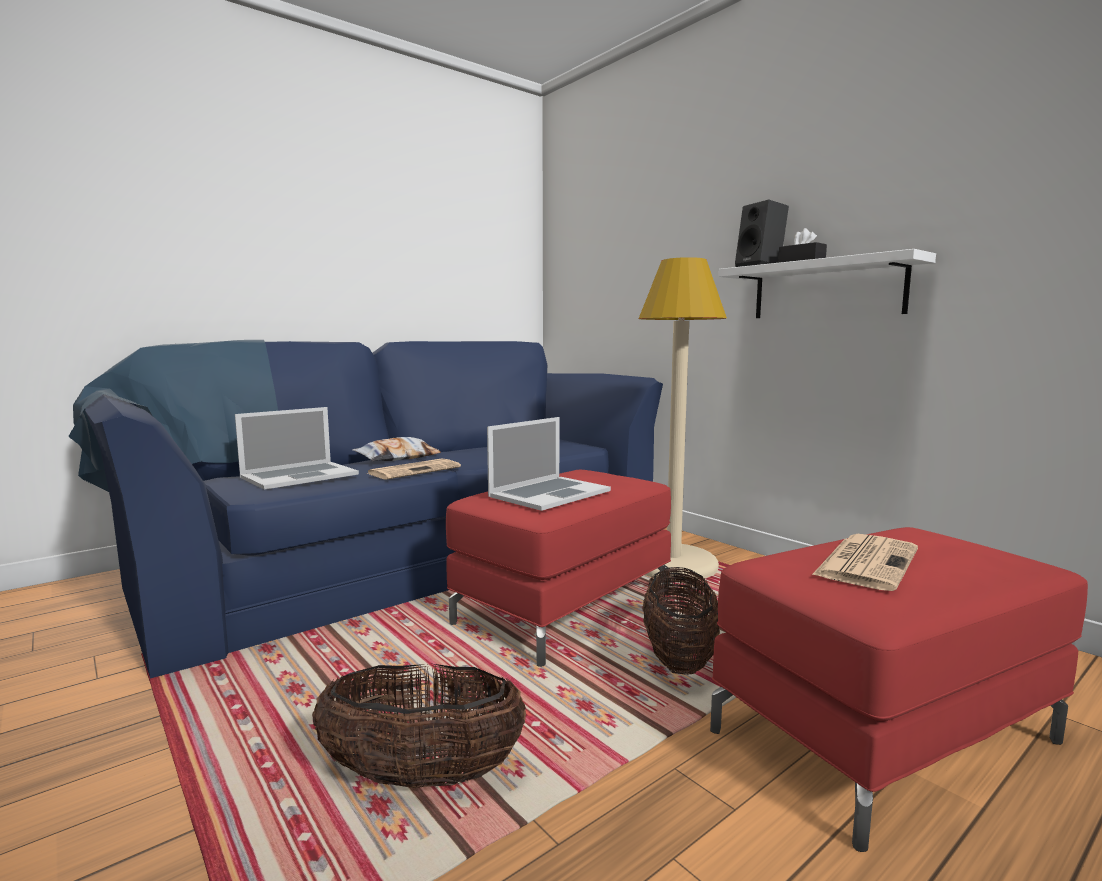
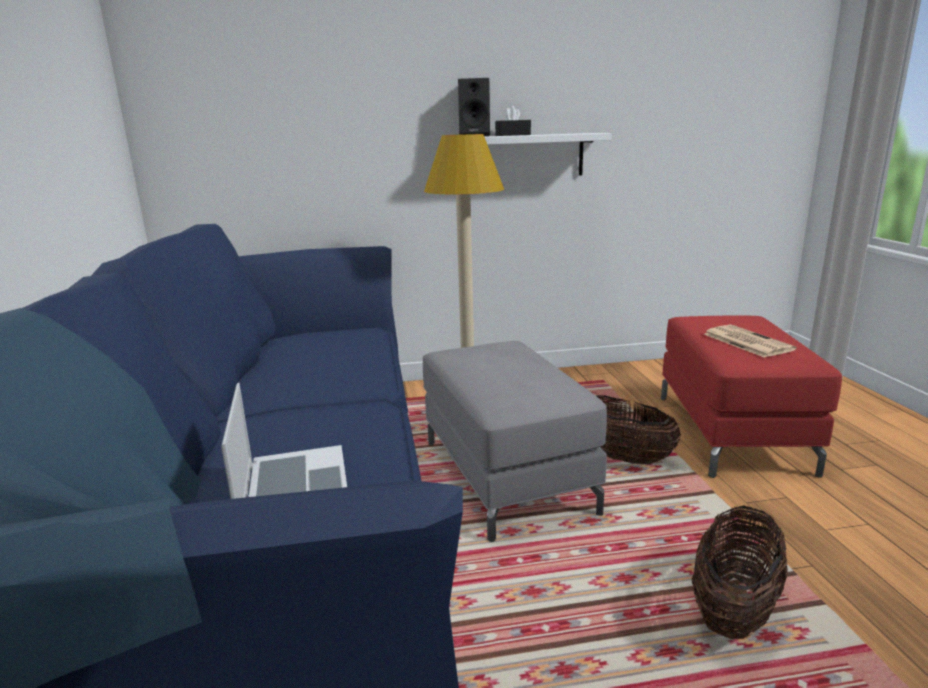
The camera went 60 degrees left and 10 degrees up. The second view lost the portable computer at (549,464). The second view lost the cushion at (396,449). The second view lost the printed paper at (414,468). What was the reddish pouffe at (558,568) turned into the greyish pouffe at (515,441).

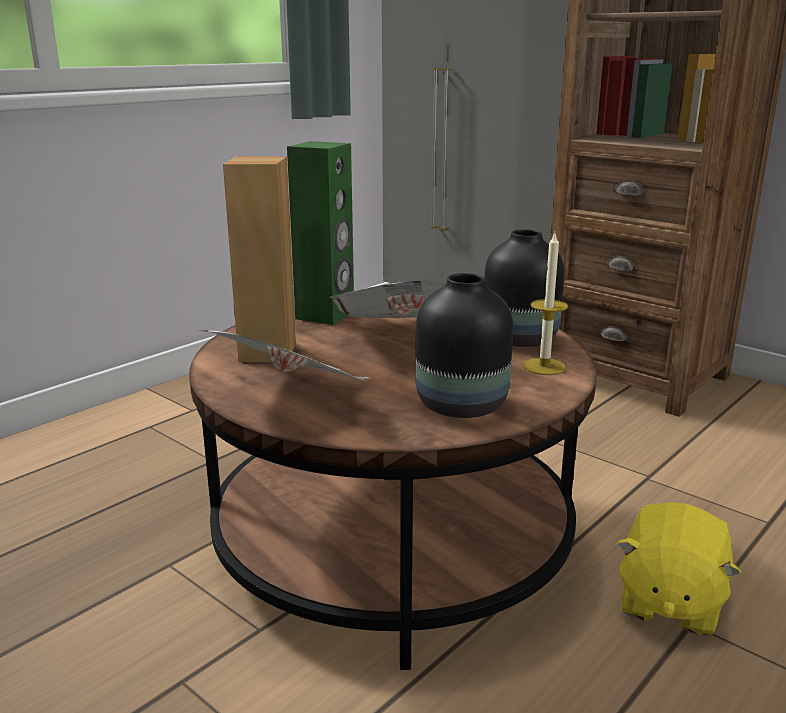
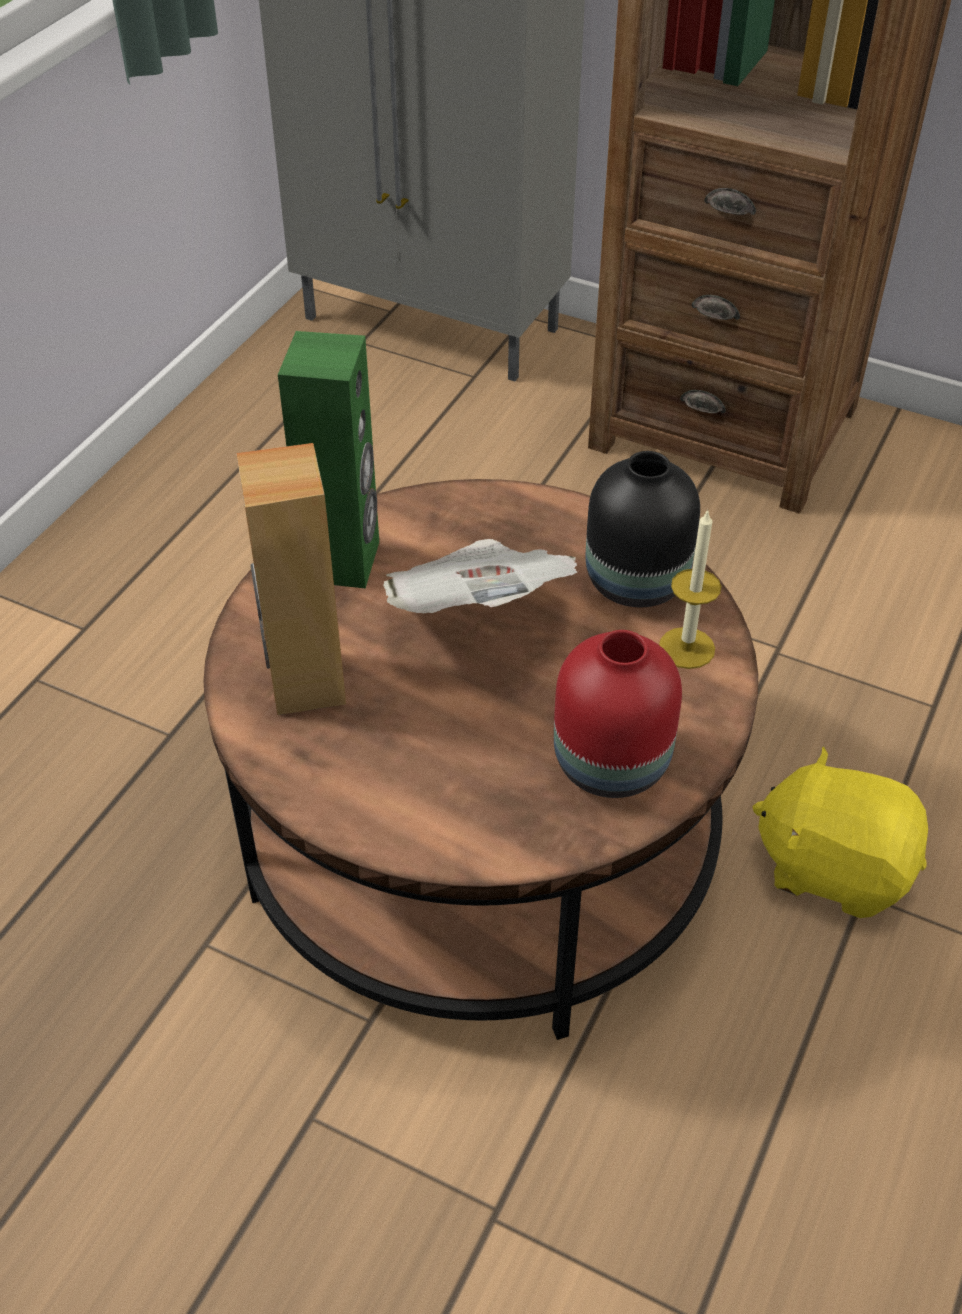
The camera went 15 degrees left and 25 degrees up. What was the black vase at (464,345) turned into the reddish vase at (618,714). The second view lost the printed paper at (286,355). The yellowish plush toy at (678,569) ended up facing another way, 105 degrees clockwise from before.

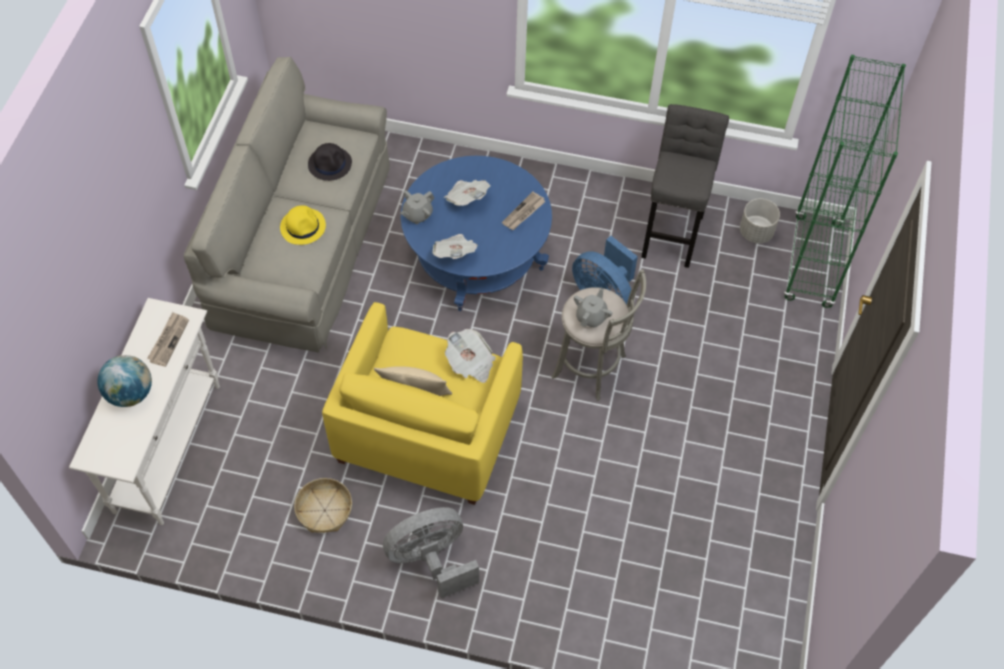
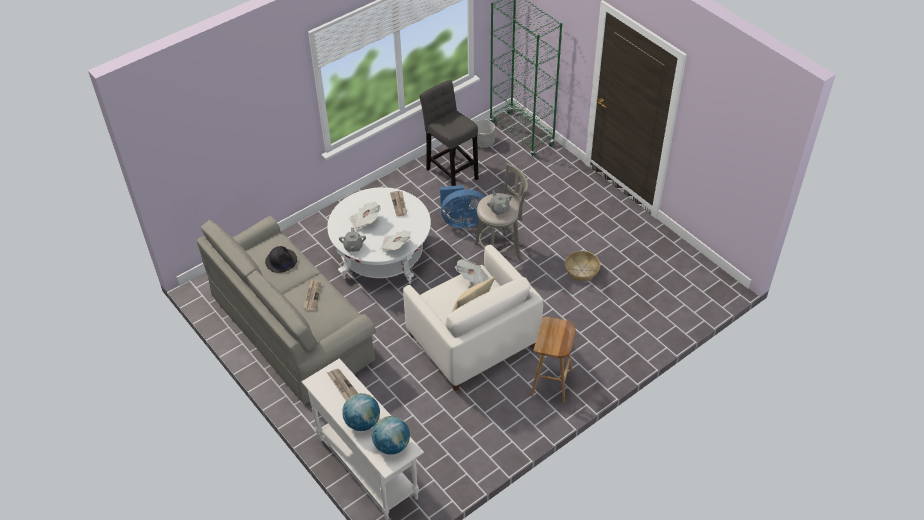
The camera went 50 degrees left and 10 degrees down. What was the blue lounge table at (476,233) turned into the whitish lounge table at (379,235). Where the yellowish clothing hat stood at (303,225), the printed paper came to stand at (312,295). What was the yellowish armchair at (422,403) turned into the whitish armchair at (473,318). The storage basket ended up elsewhere, having gone from (323,505) to (582,266). Where the greyish cooling fan stood at (431,552), the brownish stool came to stand at (553,360). The second view gained the desk globe at (391,435).

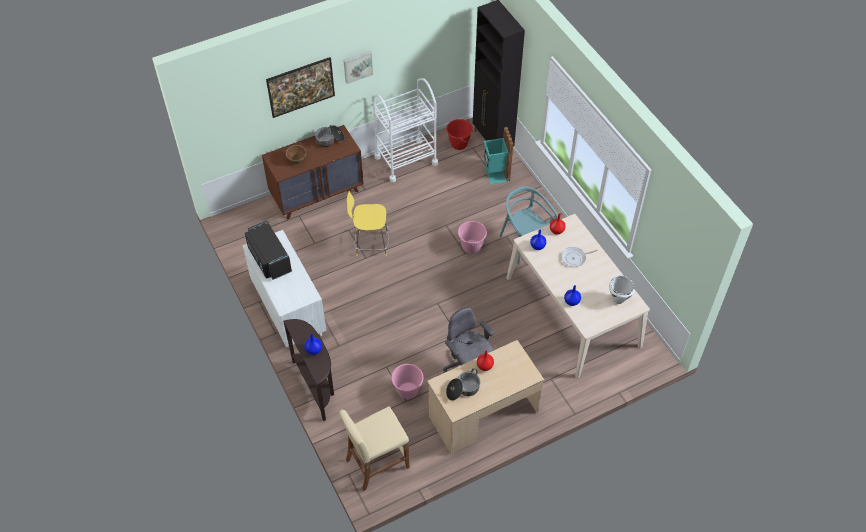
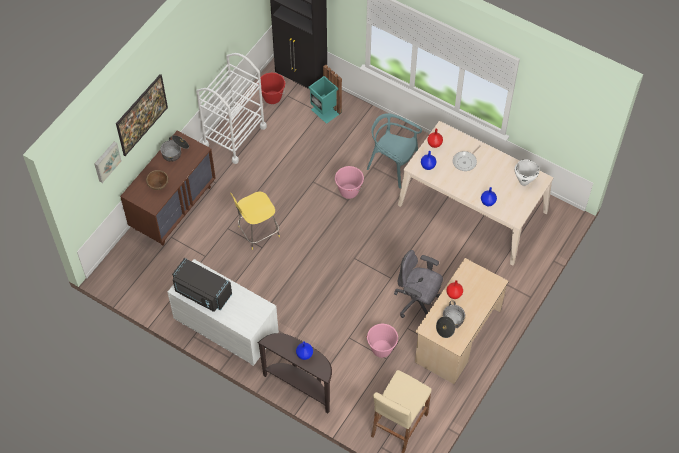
The camera went 30 degrees left and 5 degrees up. The picture ended up elsewhere, having gone from (358,67) to (108,162).

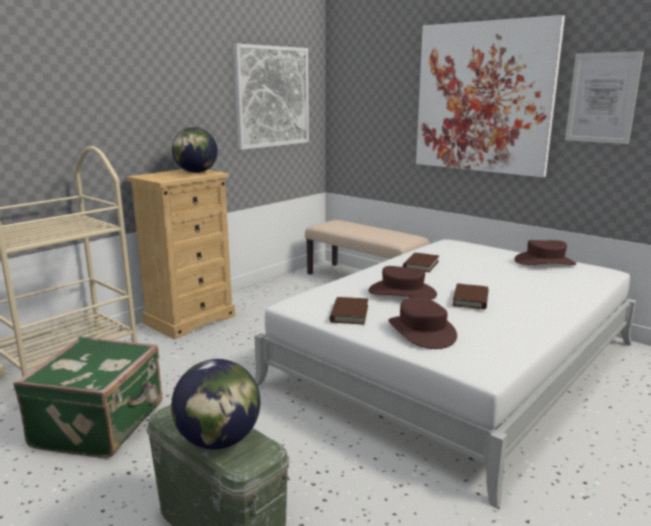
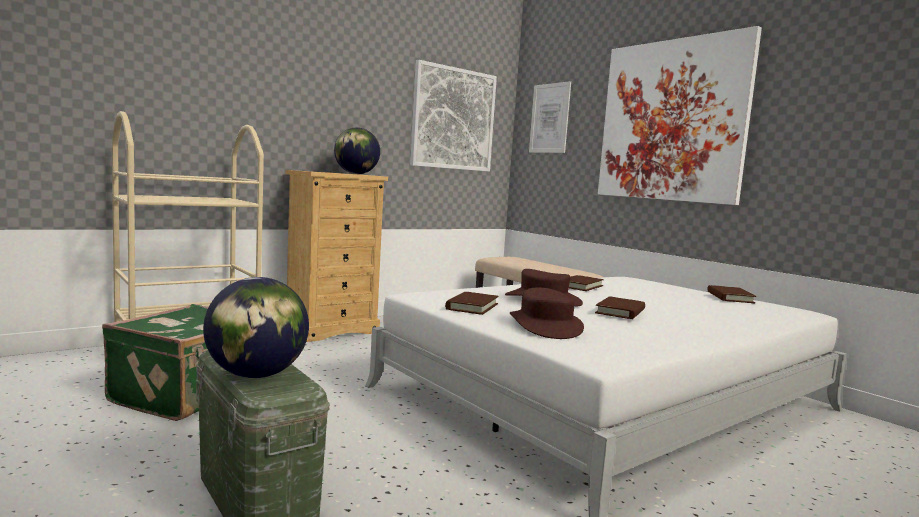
The camera went 10 degrees right and 10 degrees down. The picture ended up elsewhere, having gone from (604,97) to (550,117). Where the brownish clothing hat stood at (545,252), the brownish volume came to stand at (731,294).

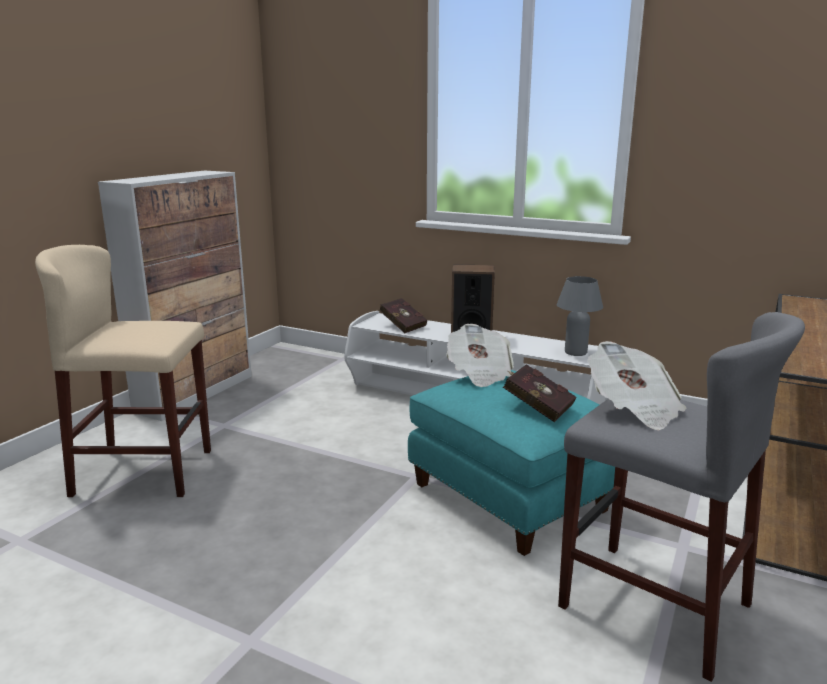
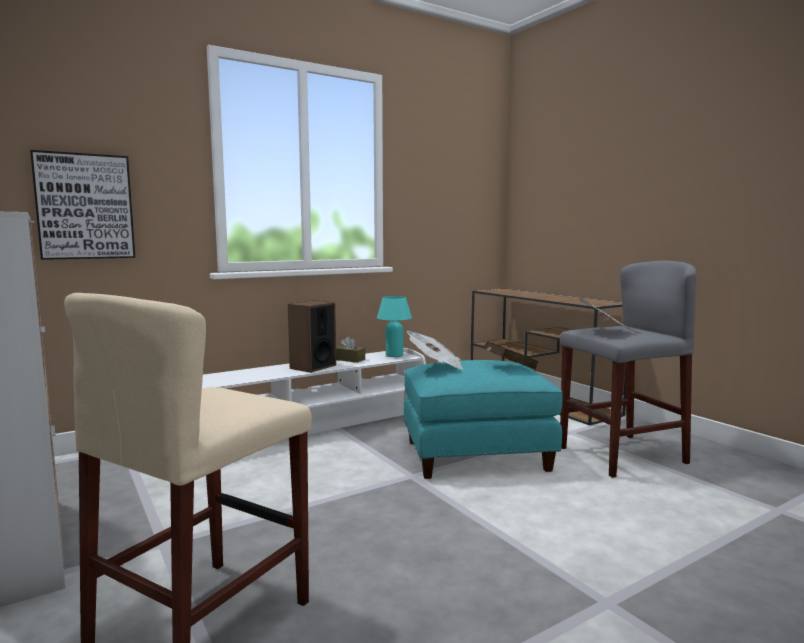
The camera went 60 degrees left and 10 degrees down. What was the greyish lamp for a table at (580,316) turned into the blue-green lamp for a table at (394,326). The second view lost the reddish volume at (403,315). The second view gained the picture at (82,205). The second view gained the brownish box of tissues at (350,349).

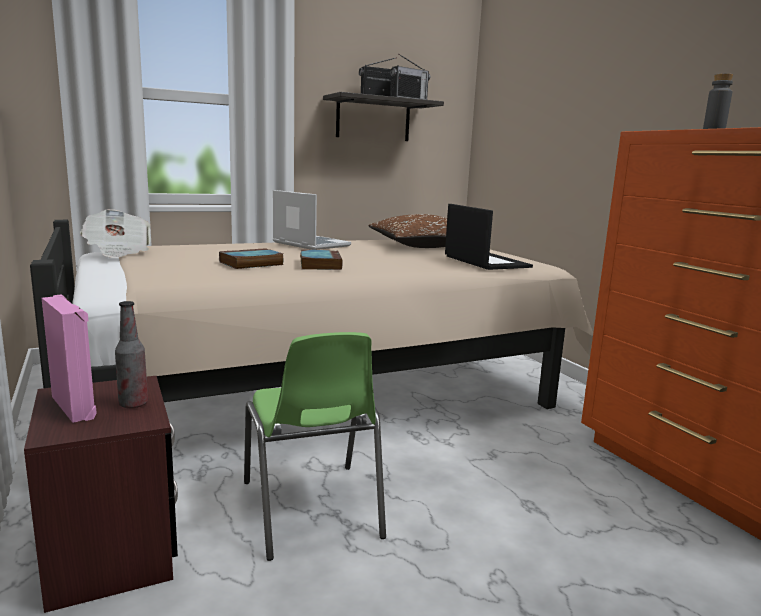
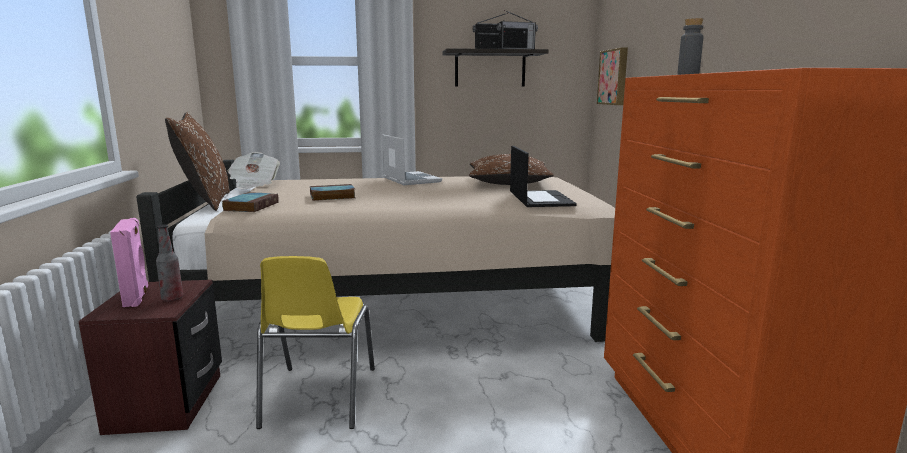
The camera went 20 degrees right and 0 degrees up. The volume ended up elsewhere, having gone from (321,260) to (250,202). What was the greenish chair at (315,446) turned into the yellowish chair at (315,342). The second view gained the picture at (612,76). The second view gained the brownish cushion at (197,161).

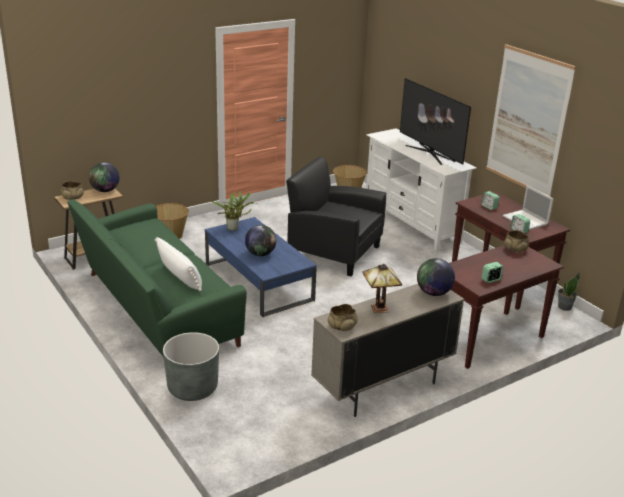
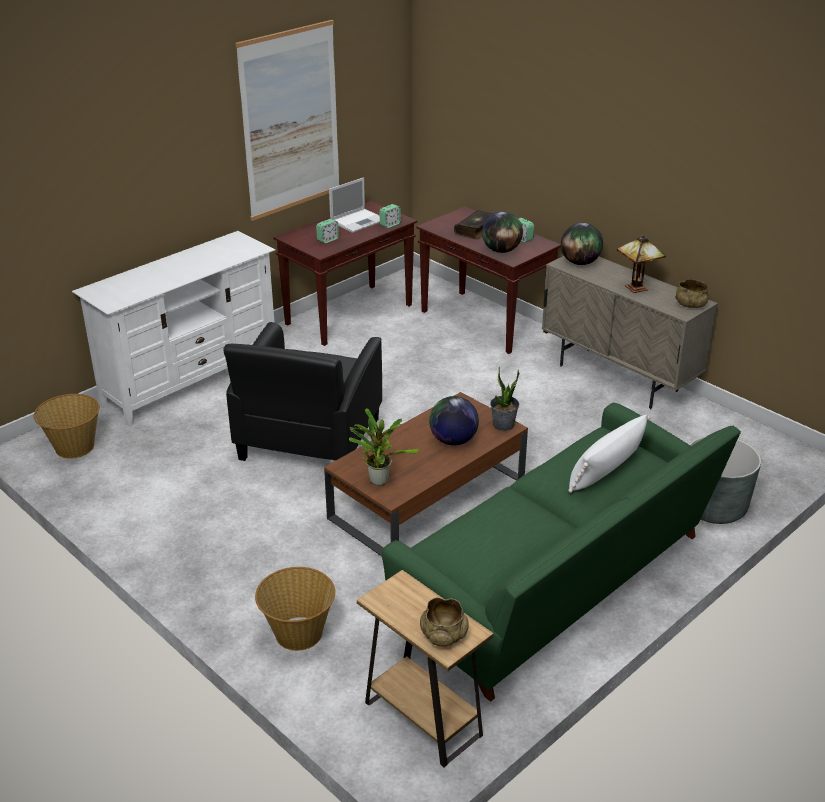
The camera went 100 degrees left and 5 degrees up. The second view lost the TV at (435,121). The desk globe ended up elsewhere, having gone from (104,177) to (502,232). What was the blue lounge table at (261,267) turned into the brownish lounge table at (426,474). The second view lost the sand-coloured bowl at (516,241). The plant in a pot ended up elsewhere, having gone from (569,291) to (504,399). The second view gained the volume at (474,225).

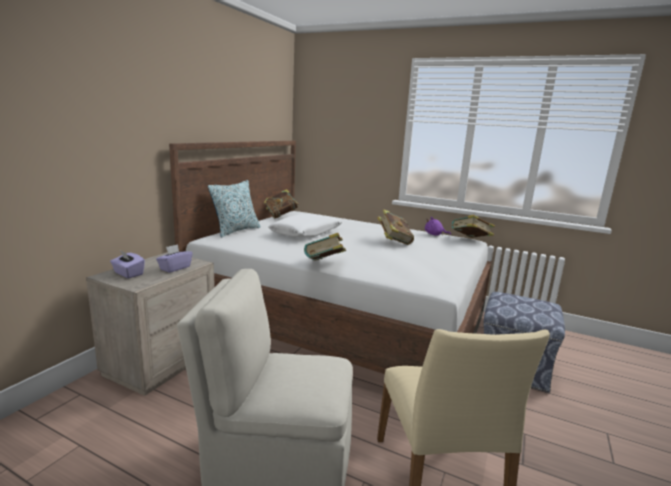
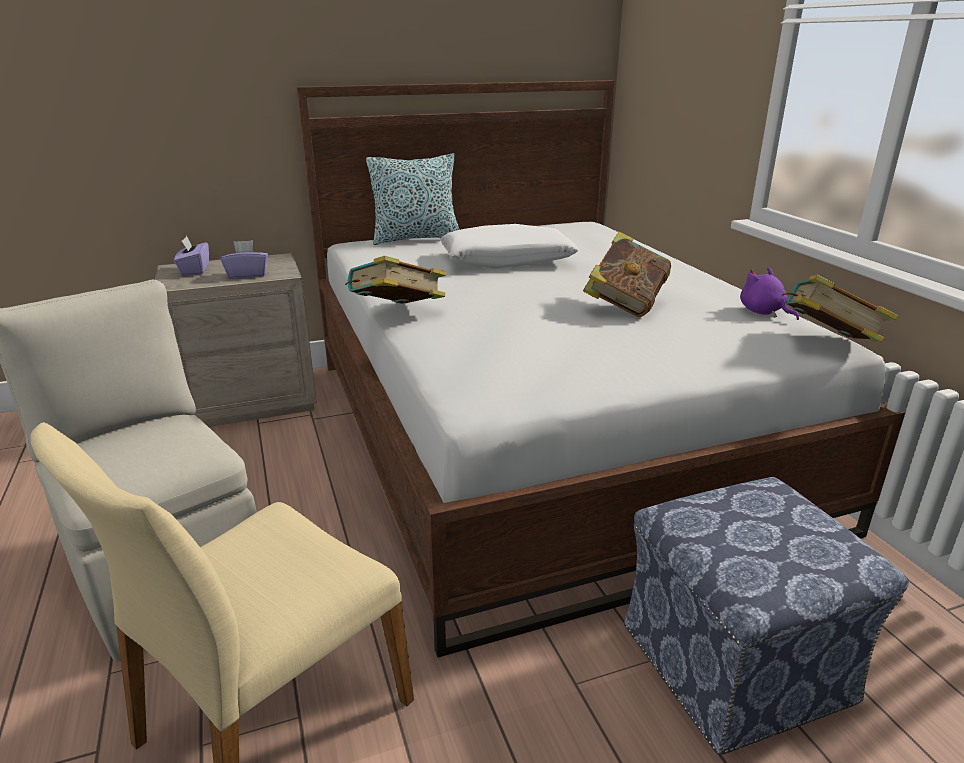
The camera went 45 degrees right and 10 degrees up. The second view lost the volume at (281,203).

